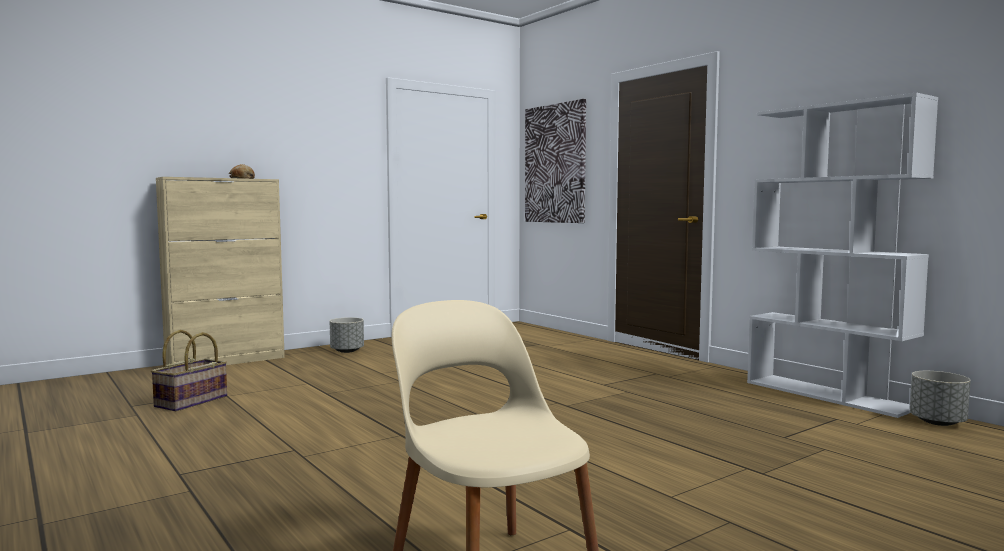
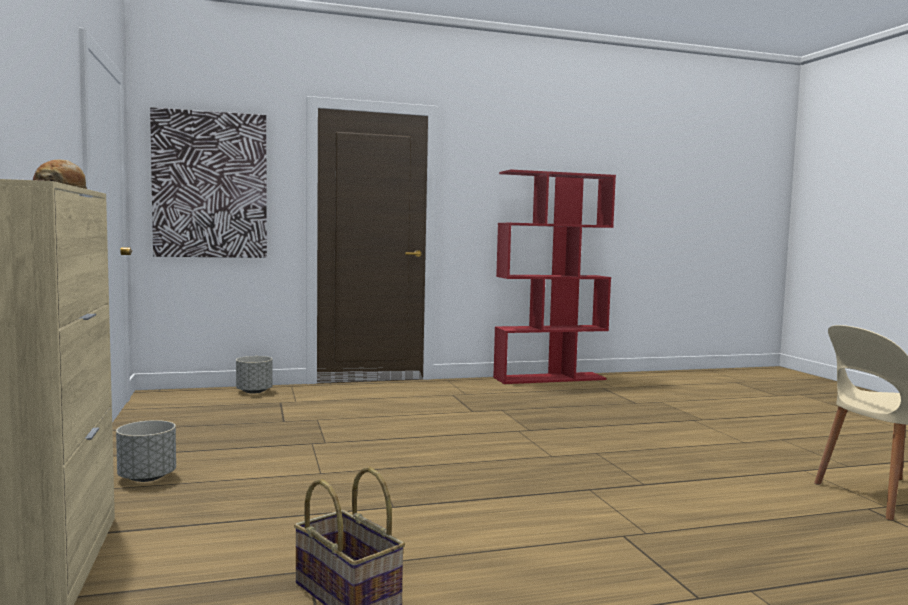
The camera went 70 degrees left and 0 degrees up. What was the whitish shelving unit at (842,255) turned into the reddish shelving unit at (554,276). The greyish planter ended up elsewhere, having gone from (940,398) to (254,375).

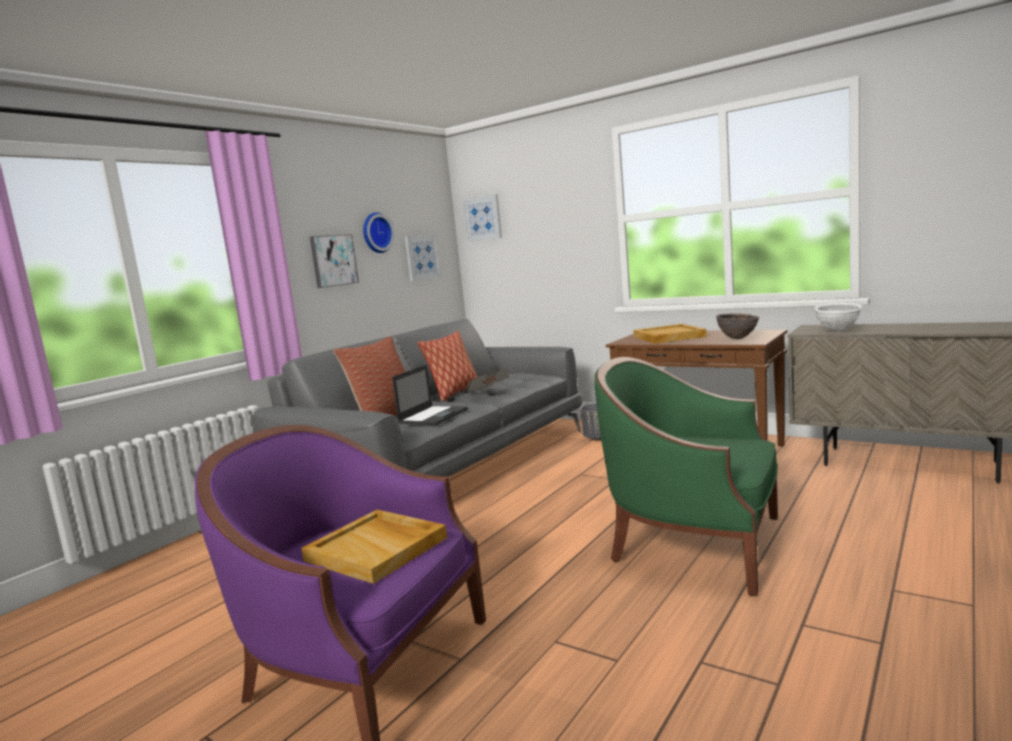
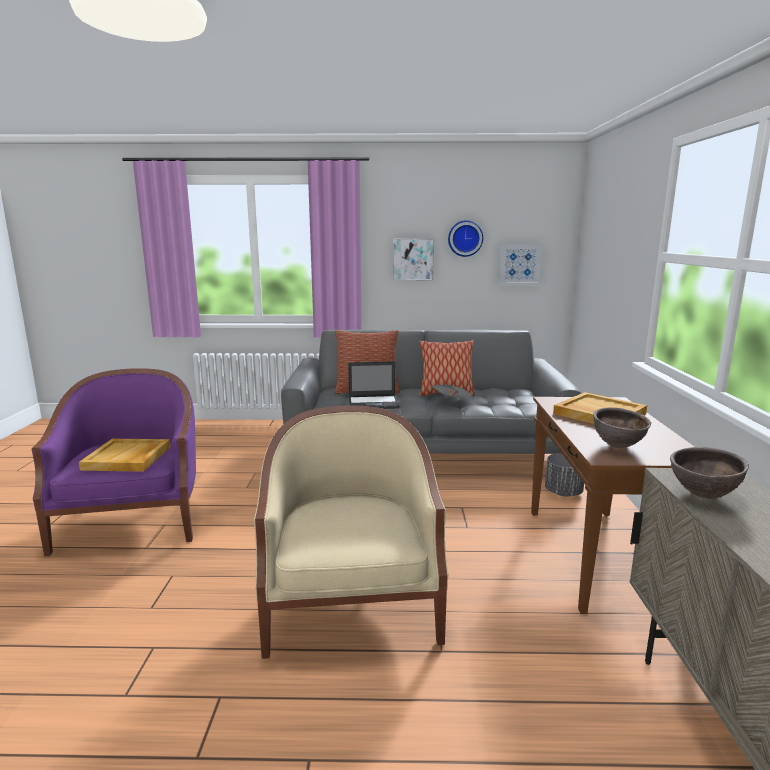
The camera went 55 degrees right and 5 degrees up. The second view lost the picture at (482,218). What was the whitish bowl at (838,317) turned into the brownish bowl at (709,473). What was the greenish armchair at (686,476) turned into the sand-coloured armchair at (351,532).

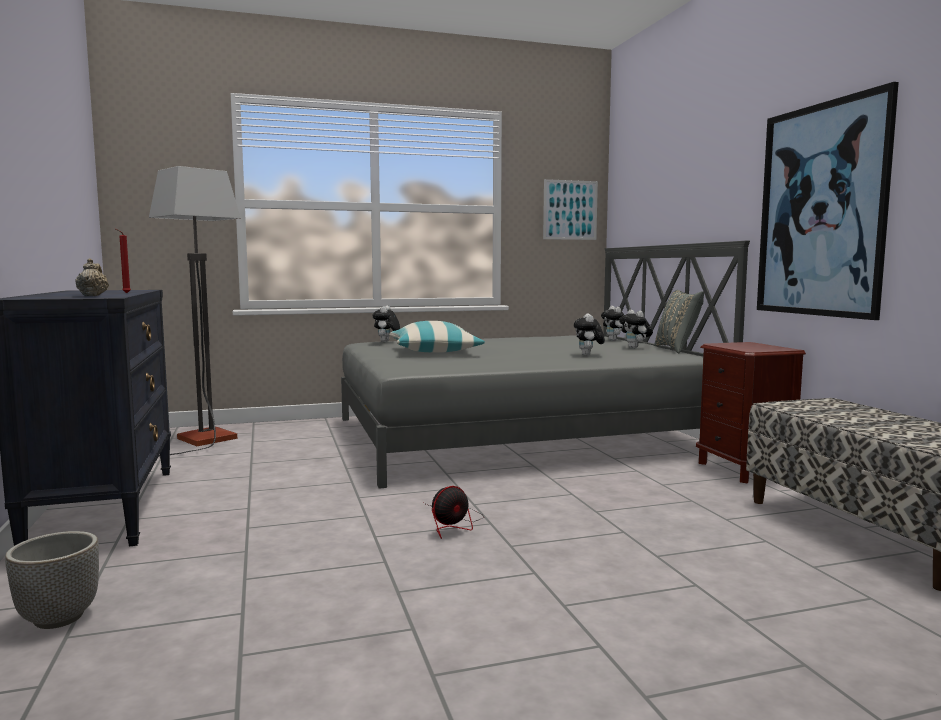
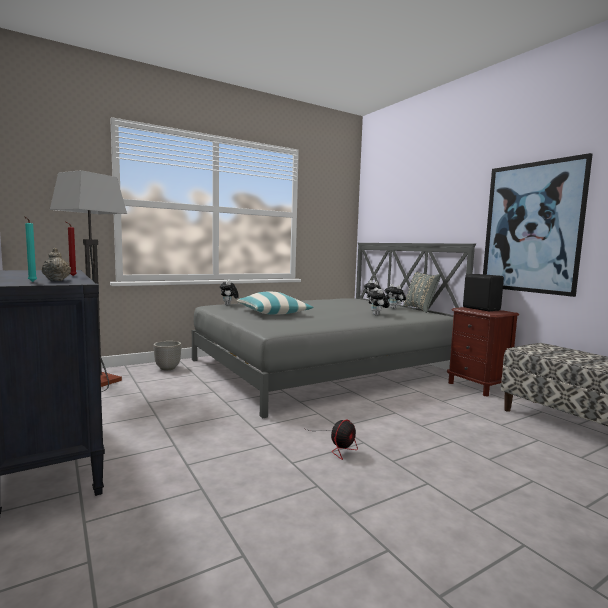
The camera went 15 degrees left and 0 degrees up. The second view lost the picture at (570,209). The planter ended up elsewhere, having gone from (52,580) to (167,355). The second view gained the blue-green candle at (30,249). The second view gained the black loudspeaker at (483,292).

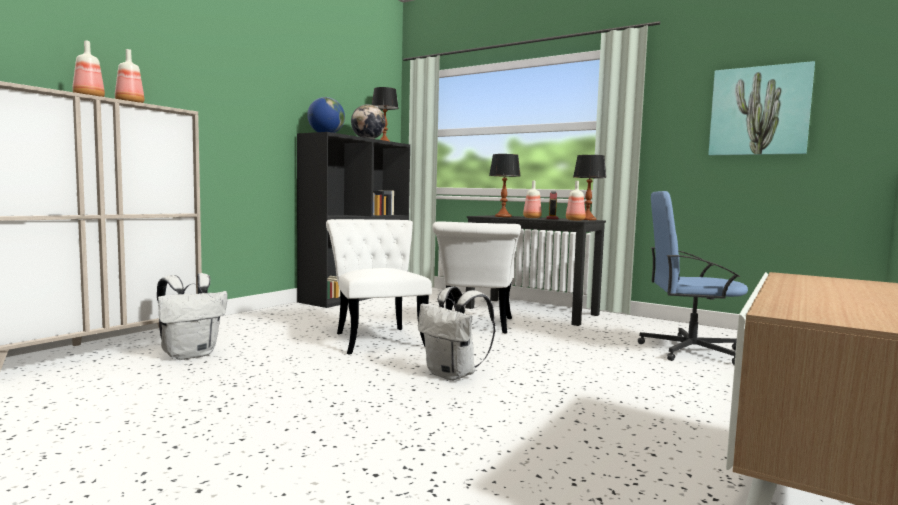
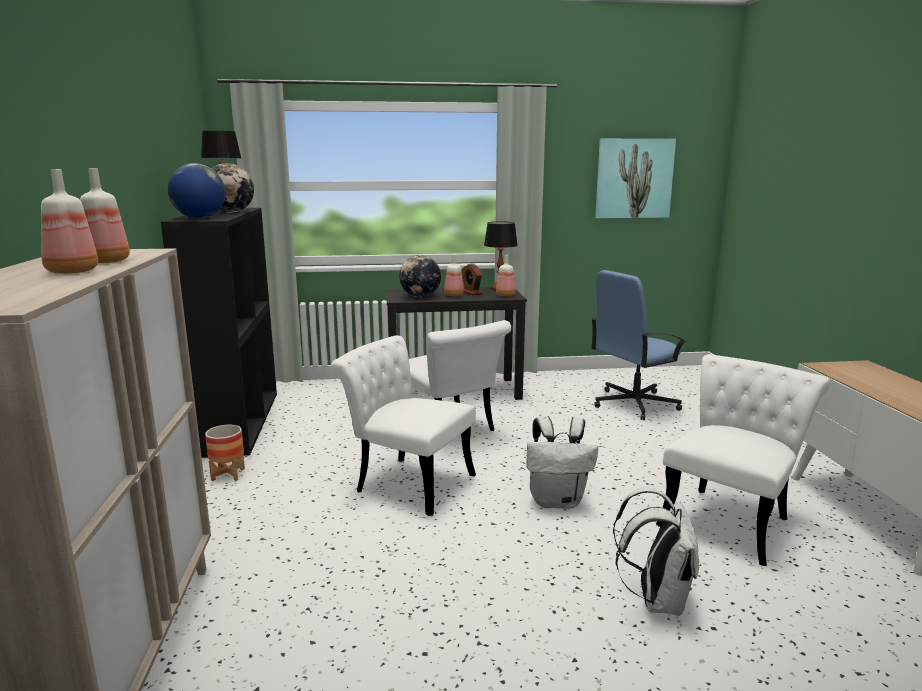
The camera went 40 degrees left and 10 degrees up. Where the lamp for a table stood at (504,185), the desk globe came to stand at (420,276). The whitish rucksack ended up elsewhere, having gone from (192,316) to (656,551). The second view gained the whitish chair at (743,460). The second view gained the planter at (225,453).

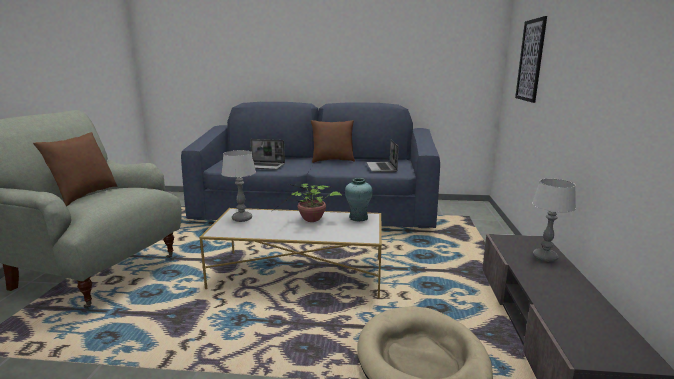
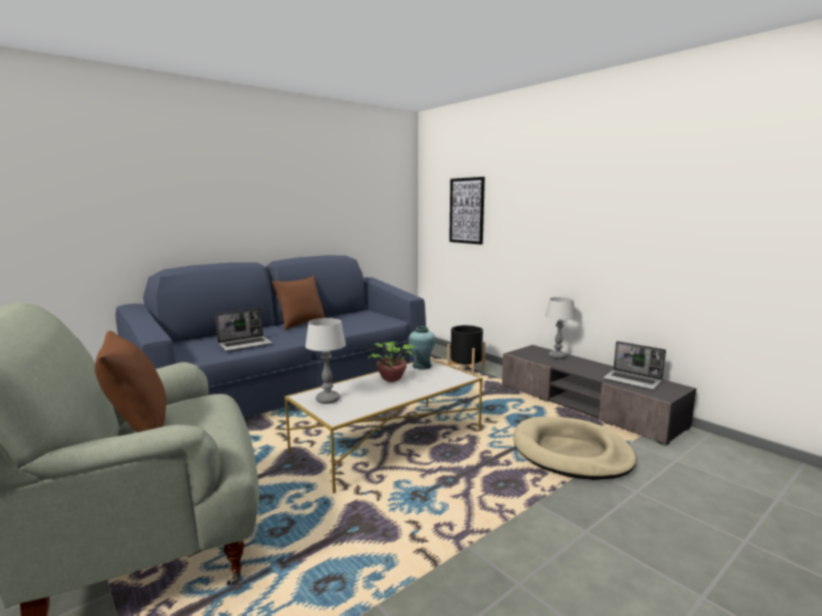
The camera went 45 degrees left and 5 degrees down. The portable computer ended up elsewhere, having gone from (382,156) to (634,365). The second view gained the black planter at (466,350).

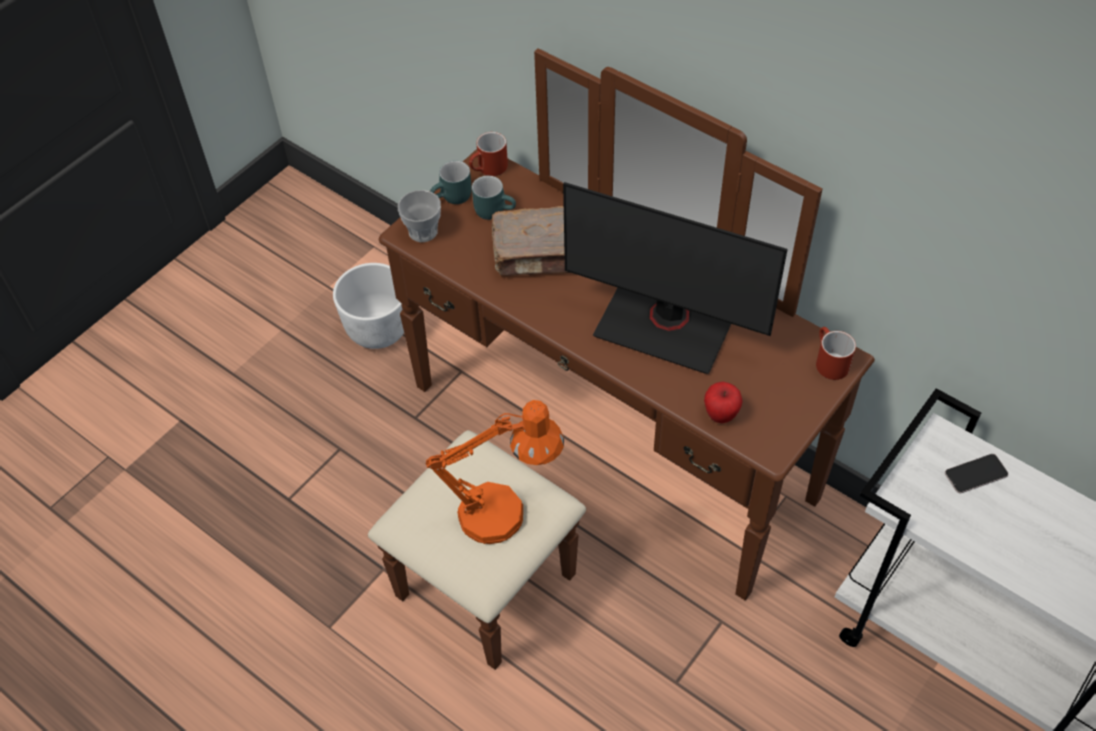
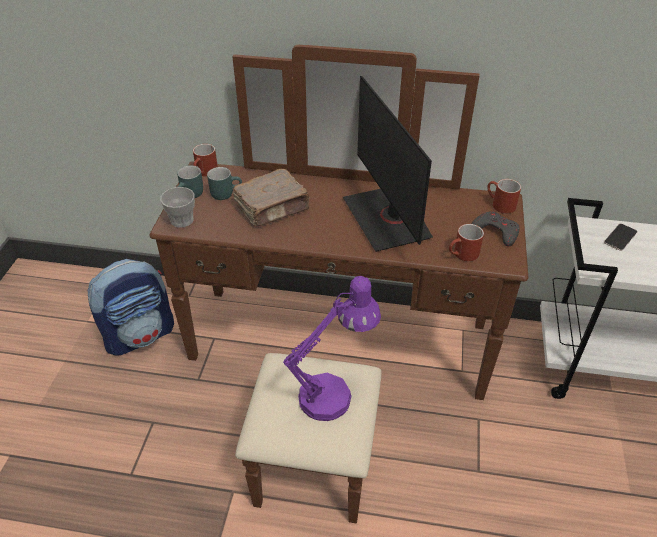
The camera went 30 degrees left and 10 degrees down. The computer display at (675,278) ended up facing another way, 75 degrees clockwise from before. Where the whitish planter stood at (368,306), the rucksack came to stand at (131,307). Where the whole apple stood at (723,402), the reddish coffee mug came to stand at (466,243). What was the orange lamp for a table at (495,472) turned into the purple lamp for a table at (332,348). The second view gained the greyish gamepad at (496,228).

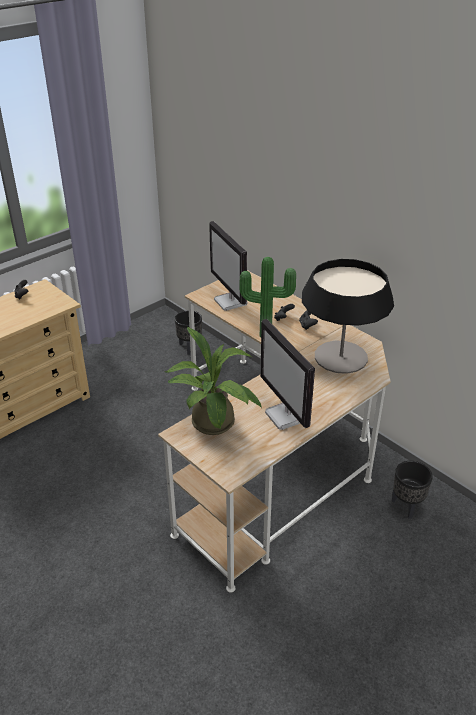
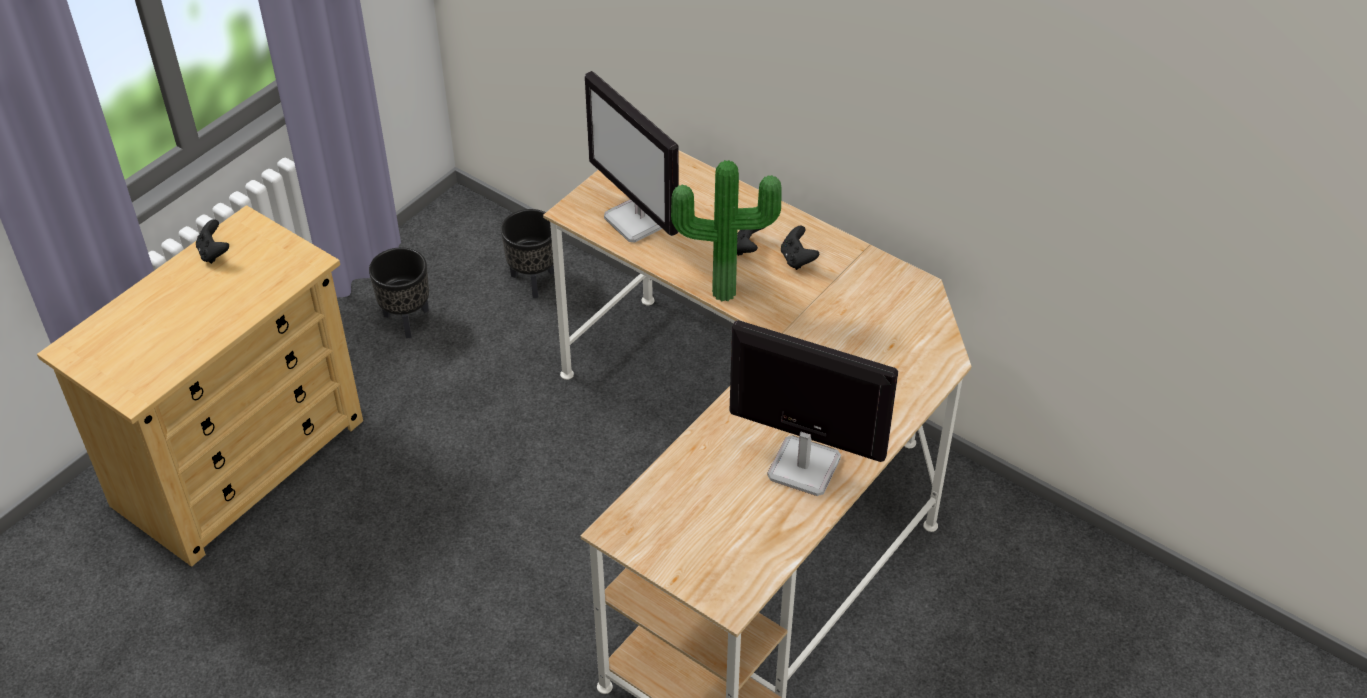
The camera went 10 degrees left and 10 degrees up. The second view lost the lamp for a table at (348,316). The computer display at (287,374) ended up facing another way, 150 degrees clockwise from before. The second view lost the plant in a pot at (213,380). The black planter ended up elsewhere, having gone from (412,490) to (399,293).

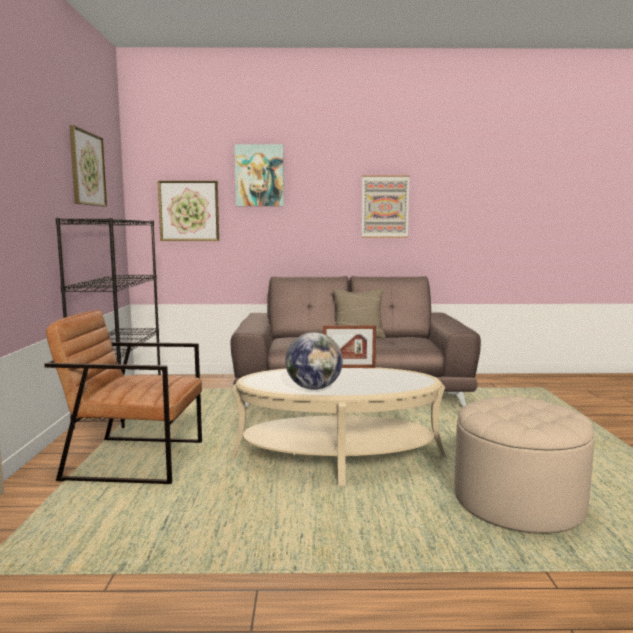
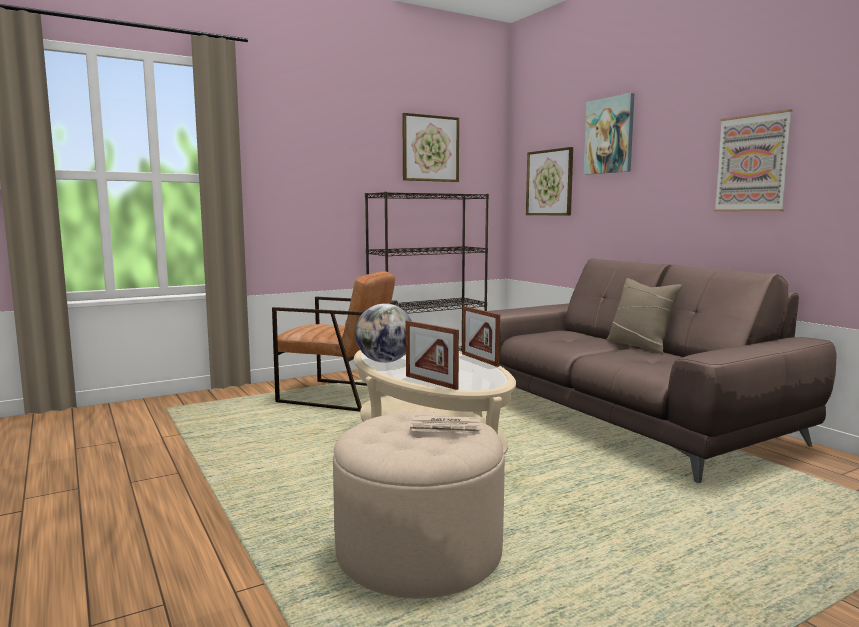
The camera went 60 degrees right and 0 degrees up. The brownish armchair at (123,397) ended up facing another way, 135 degrees clockwise from before. The second view gained the standing frame at (432,355). The second view gained the printed paper at (446,425).

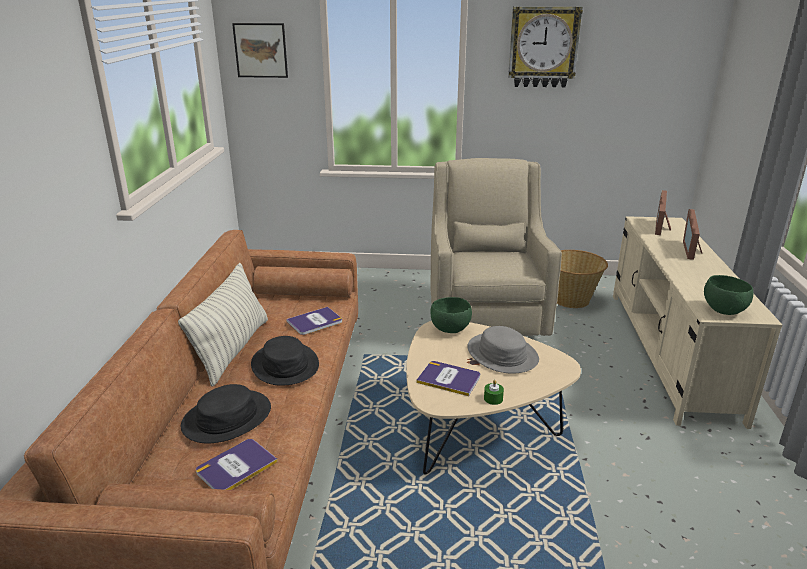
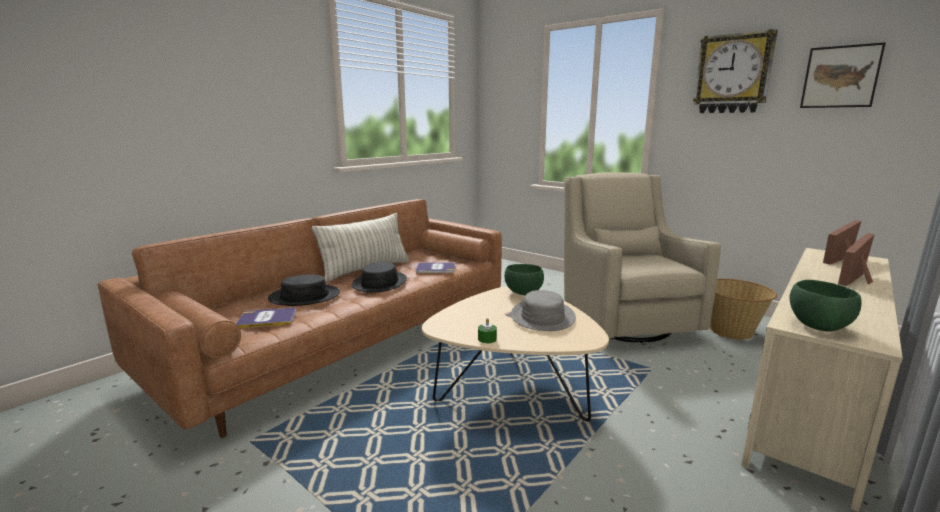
The camera went 35 degrees right and 10 degrees down. The picture ended up elsewhere, having gone from (260,50) to (843,75). The sand-coloured armchair at (496,247) ended up facing another way, 45 degrees counterclockwise from before. The second view lost the volume at (448,378).

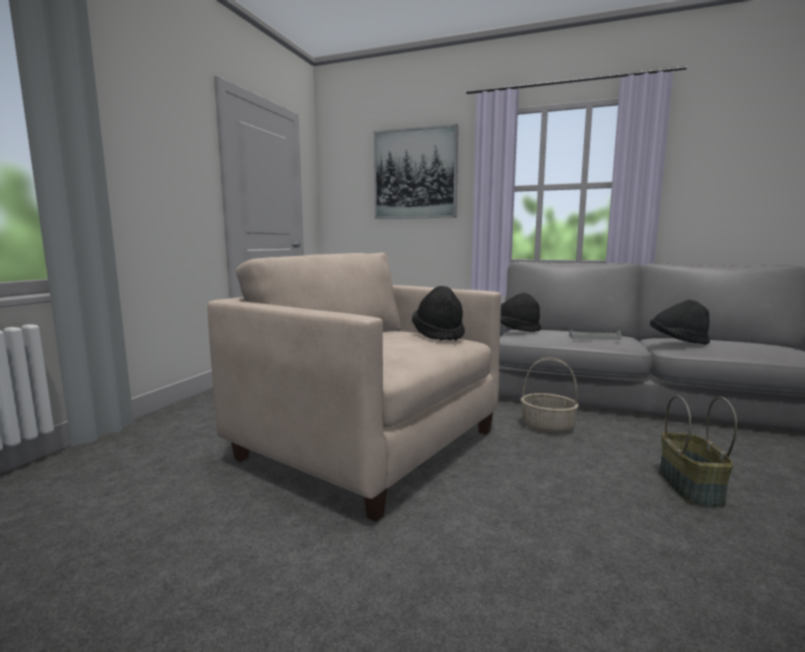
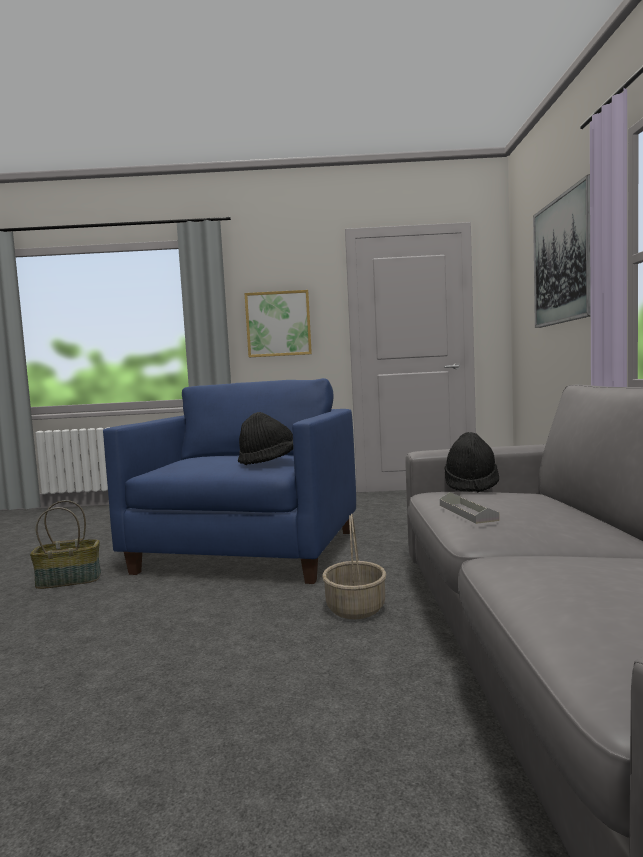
The camera went 70 degrees right and 5 degrees down. What was the sand-coloured armchair at (354,387) turned into the blue armchair at (229,481). The second view lost the black clothing hat at (680,322). The storage basket ended up elsewhere, having gone from (698,451) to (65,544). The second view gained the picture at (278,323).

